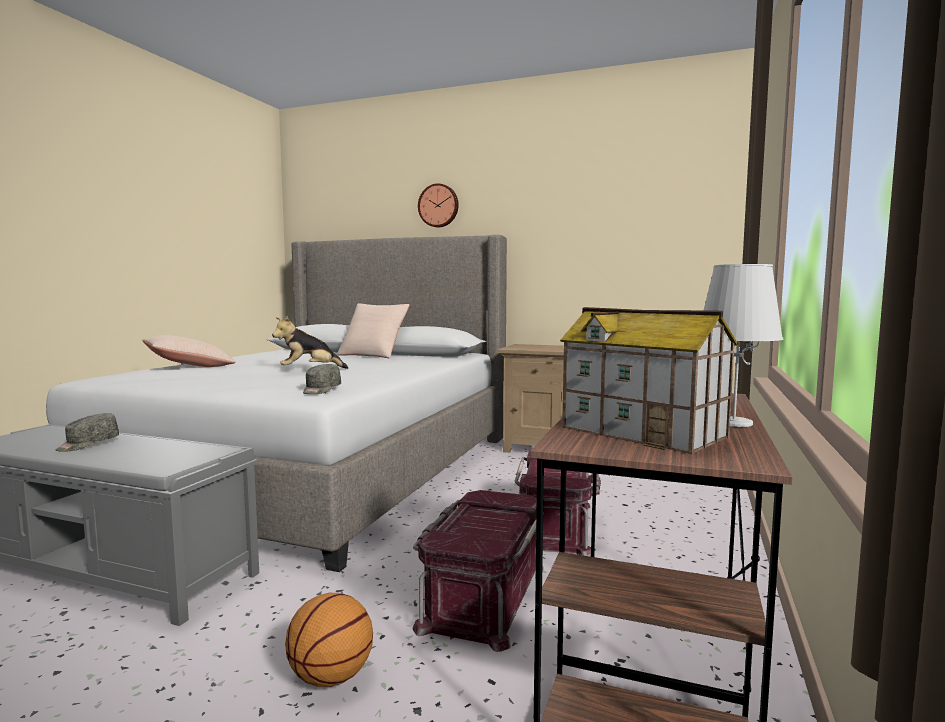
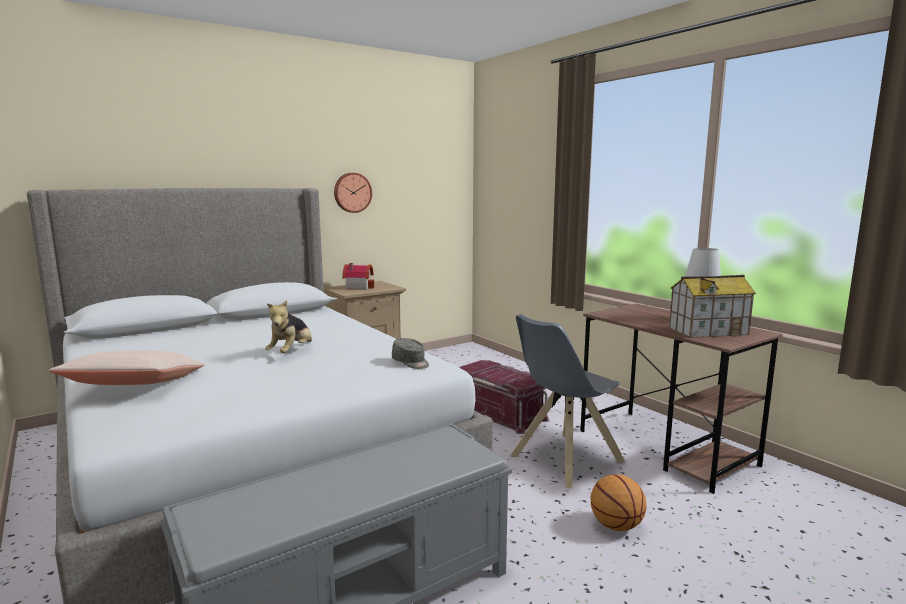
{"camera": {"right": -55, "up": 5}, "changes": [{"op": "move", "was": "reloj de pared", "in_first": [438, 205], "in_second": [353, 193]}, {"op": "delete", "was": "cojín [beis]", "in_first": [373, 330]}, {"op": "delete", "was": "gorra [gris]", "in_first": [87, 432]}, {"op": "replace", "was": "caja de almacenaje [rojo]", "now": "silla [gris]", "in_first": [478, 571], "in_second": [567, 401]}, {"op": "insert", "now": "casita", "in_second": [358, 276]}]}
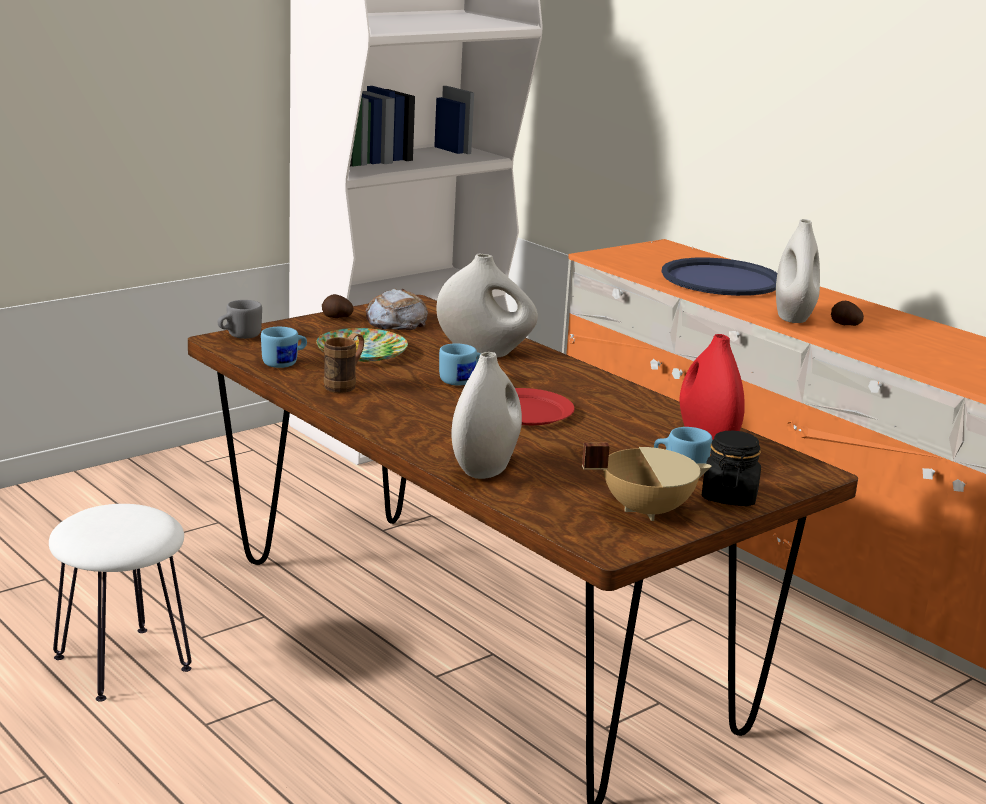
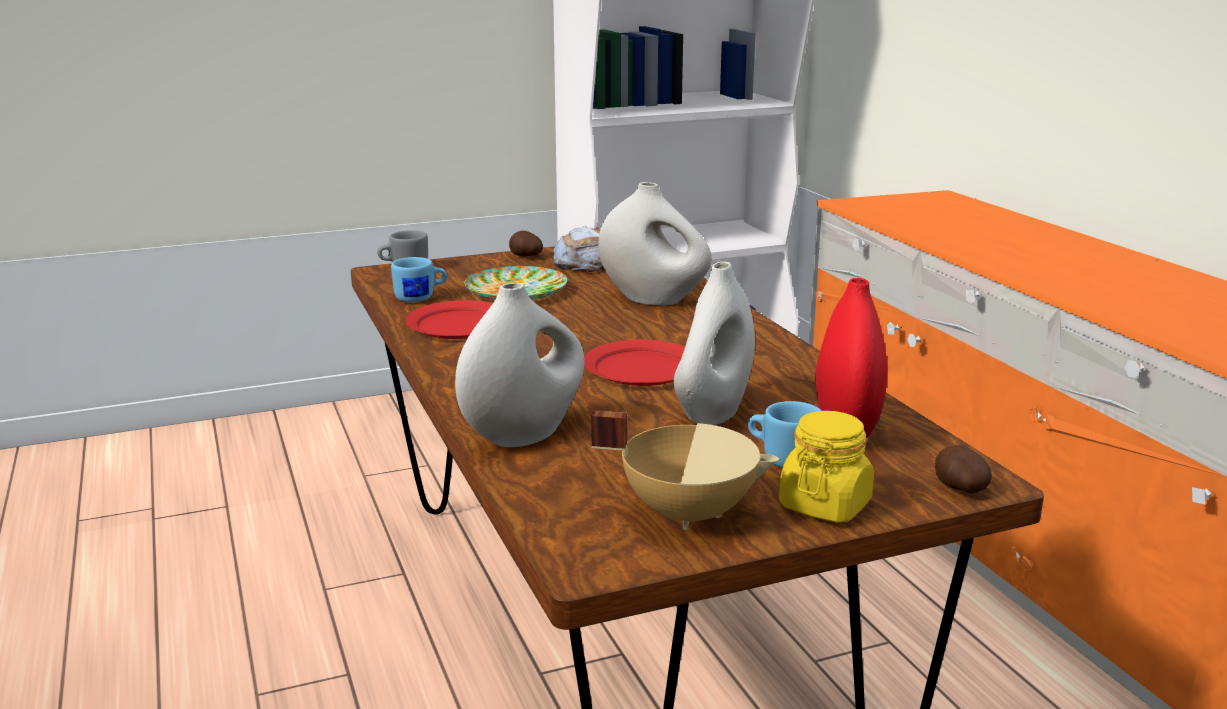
{"camera": {"right": 20, "up": 0}, "changes": [{"op": "move", "was": "florero [blanco]", "in_first": [798, 271], "in_second": [714, 343]}, {"op": "delete", "was": "bandeja [azul]", "in_first": [719, 277]}, {"op": "move", "was": "patata", "in_first": [847, 313], "in_second": [963, 469]}, {"op": "replace", "was": "taza grande [marrón]", "now": "plato [rojo]", "in_first": [344, 363], "in_second": [449, 319]}, {"op": "delete", "was": "taza grande [azul]", "in_first": [459, 364]}, {"op": "recolor", "was": "tarro [negro]", "now": "tarro [amarillo]", "in_first": [731, 468], "in_second": [826, 467]}, {"op": "delete", "was": "taburete [blanco]", "in_first": [120, 603]}]}
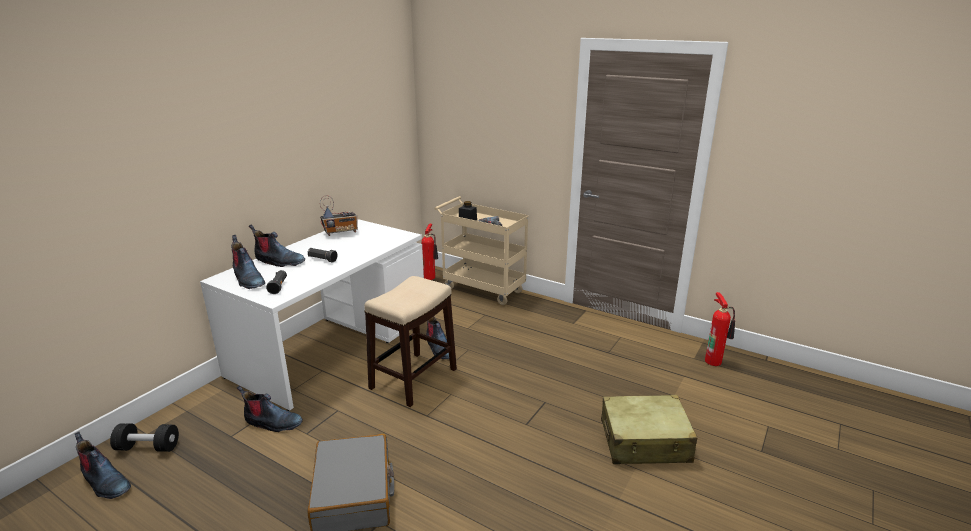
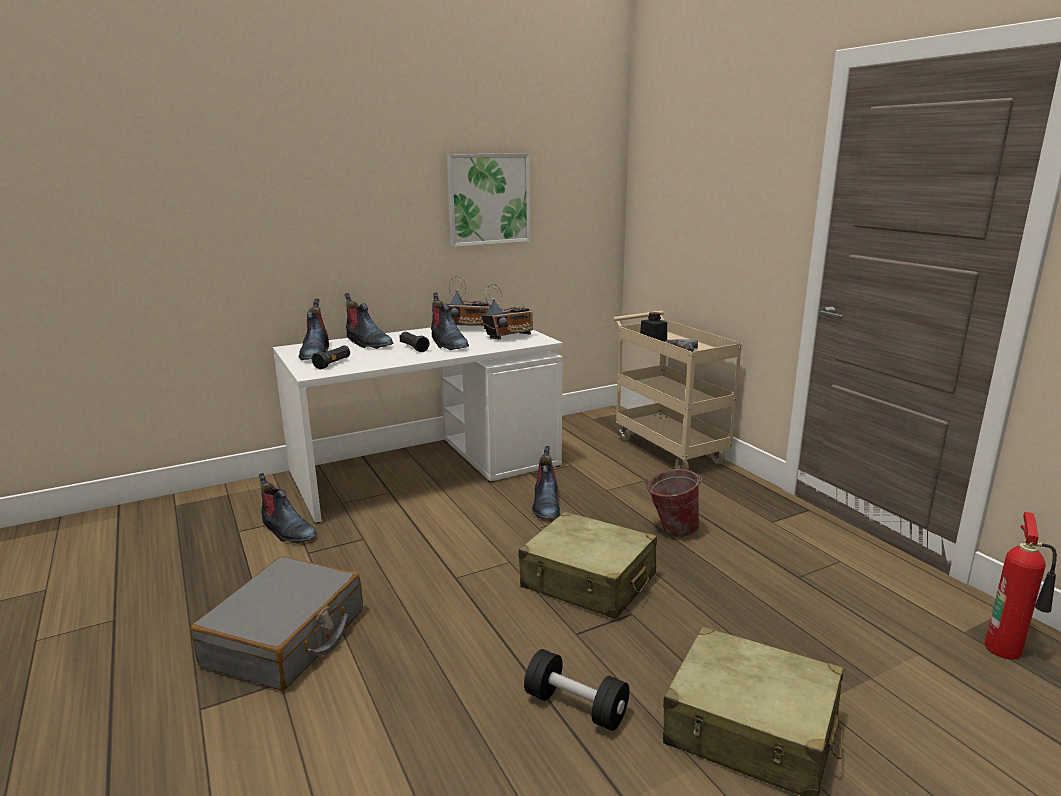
{"camera": {"right": 30, "up": -5}, "changes": [{"op": "delete", "was": "extintor", "in_first": [429, 252]}, {"op": "delete", "was": "taburete", "in_first": [410, 341]}, {"op": "move", "was": "mancuerna [negro]", "in_first": [144, 437], "in_second": [577, 690]}, {"op": "move", "was": "bota", "in_first": [103, 465], "in_second": [450, 321]}, {"op": "insert", "now": "cuadro", "in_second": [488, 200]}, {"op": "insert", "now": "radio", "in_second": [507, 312]}, {"op": "insert", "now": "cubo", "in_second": [673, 503]}, {"op": "insert", "now": "maleta [beis]", "in_second": [587, 565]}]}
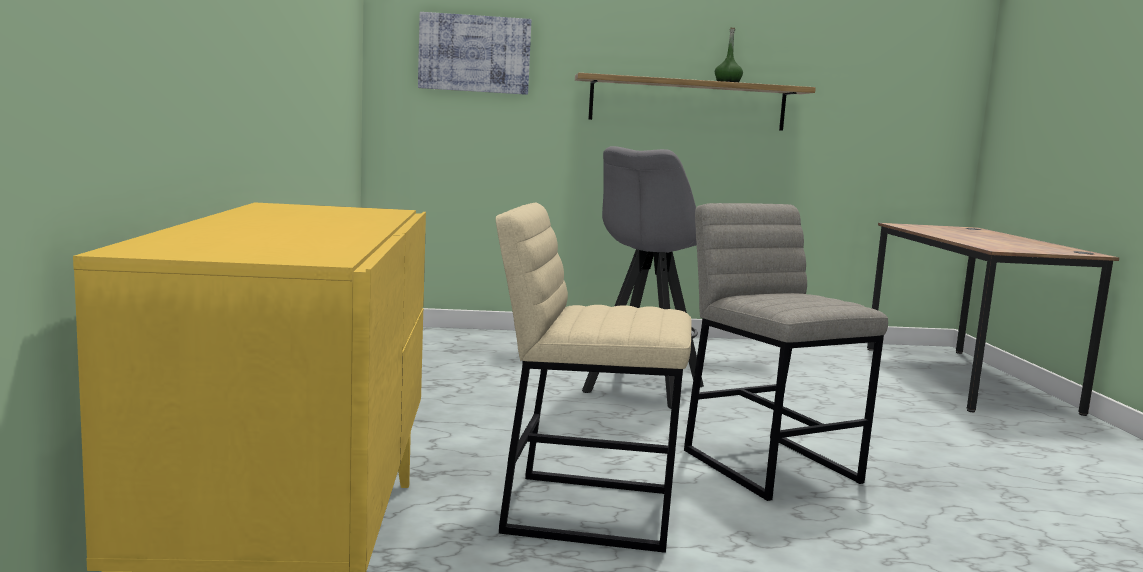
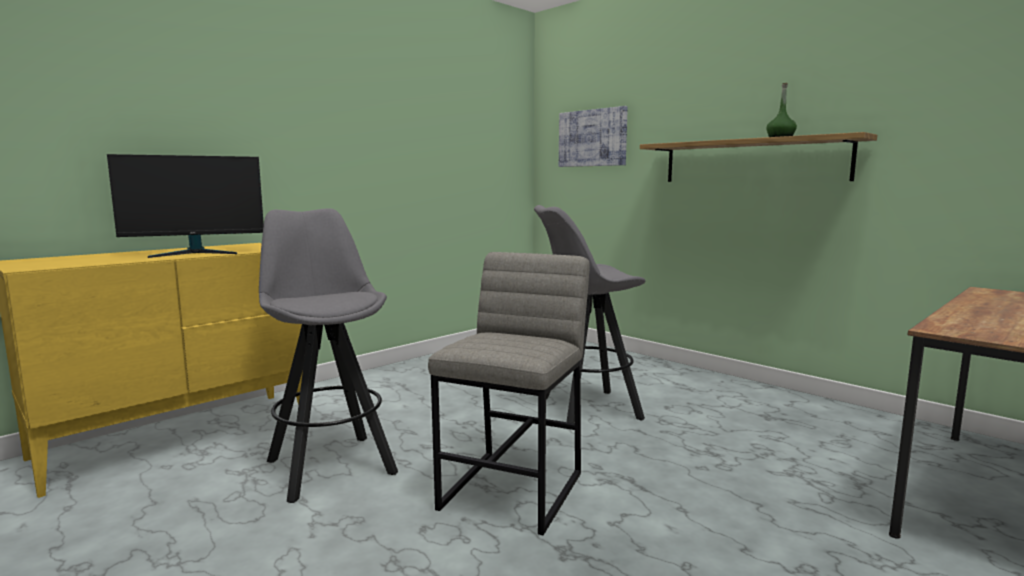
{"camera": {"right": 50, "up": 0}, "changes": [{"op": "replace", "was": "silla [beis]", "now": "taburete [gris]", "in_first": [593, 377], "in_second": [328, 355]}, {"op": "insert", "now": "monitor", "in_second": [185, 206]}]}
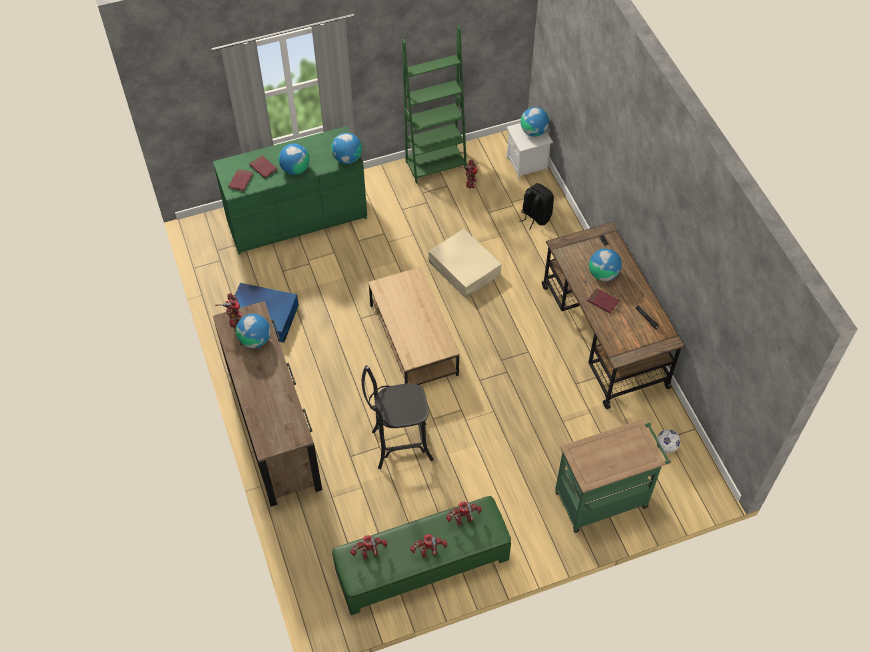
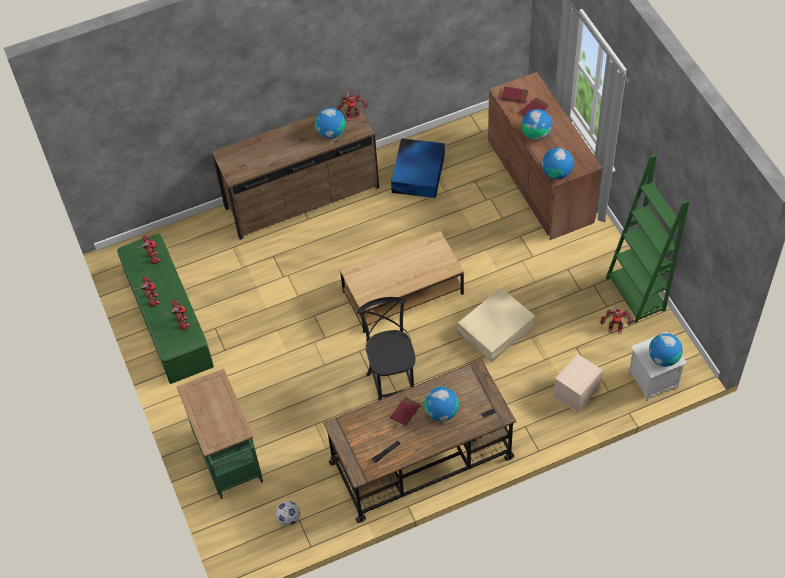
{"camera": {"right": 90, "up": 0}, "changes": [{"op": "recolor", "was": "cómoda [verde]", "now": "cómoda [marrón]", "in_first": [290, 190], "in_second": [545, 156]}, {"op": "replace", "was": "mochila [negro]", "now": "caja de almacenaje [beis]", "in_first": [536, 206], "in_second": [578, 383]}, {"op": "move", "was": "taburete [negro]", "in_first": [398, 417], "in_second": [386, 348]}]}
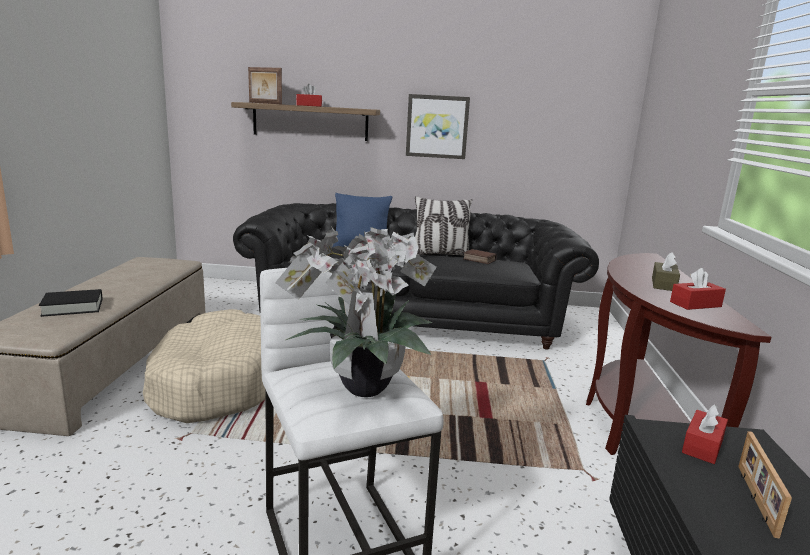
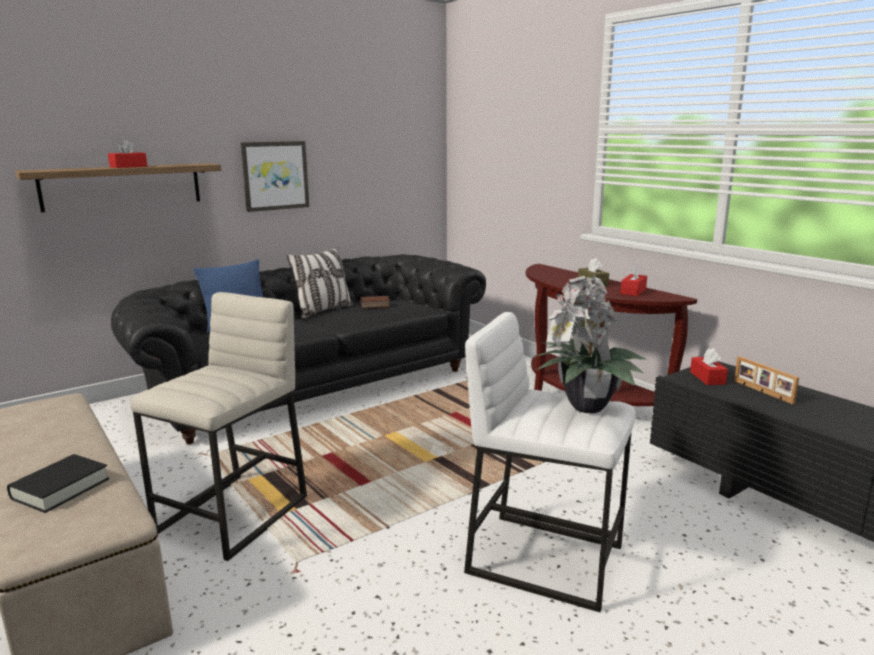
{"camera": {"right": -40, "up": 0}, "changes": [{"op": "delete", "was": "portarretratos", "in_first": [265, 85]}, {"op": "replace", "was": "cama para perro [beis]", "now": "taburete [beis]", "in_first": [204, 366], "in_second": [219, 426]}]}
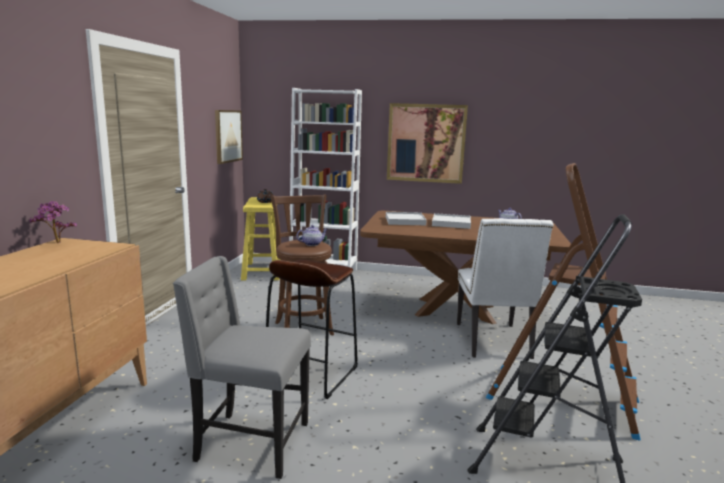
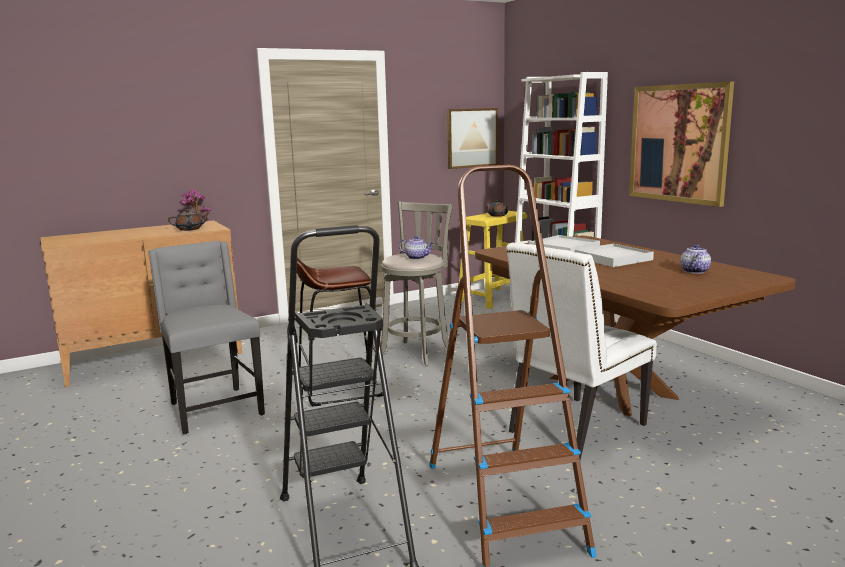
{"camera": {"right": 50, "up": 0}, "changes": [{"op": "recolor", "was": "taburete [marrón]", "now": "taburete [gris]", "in_first": [302, 264], "in_second": [417, 283]}, {"op": "insert", "now": "tetera [marrón]", "in_second": [189, 220]}]}
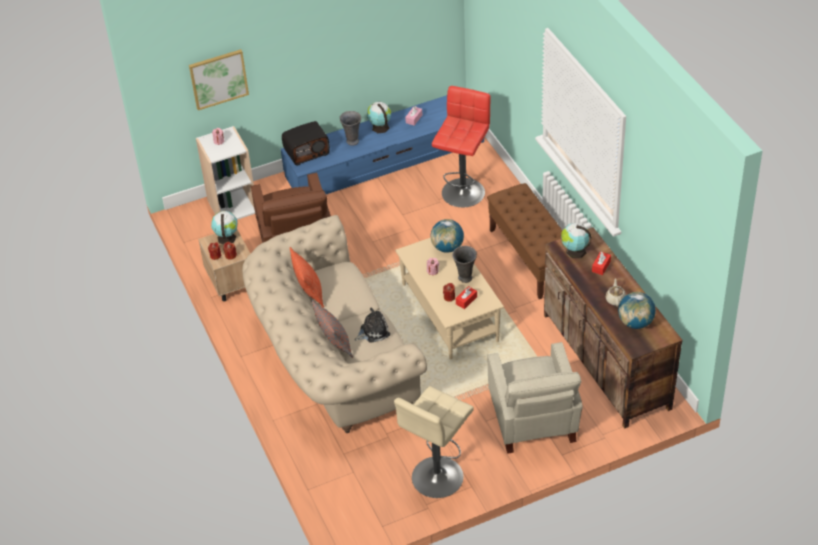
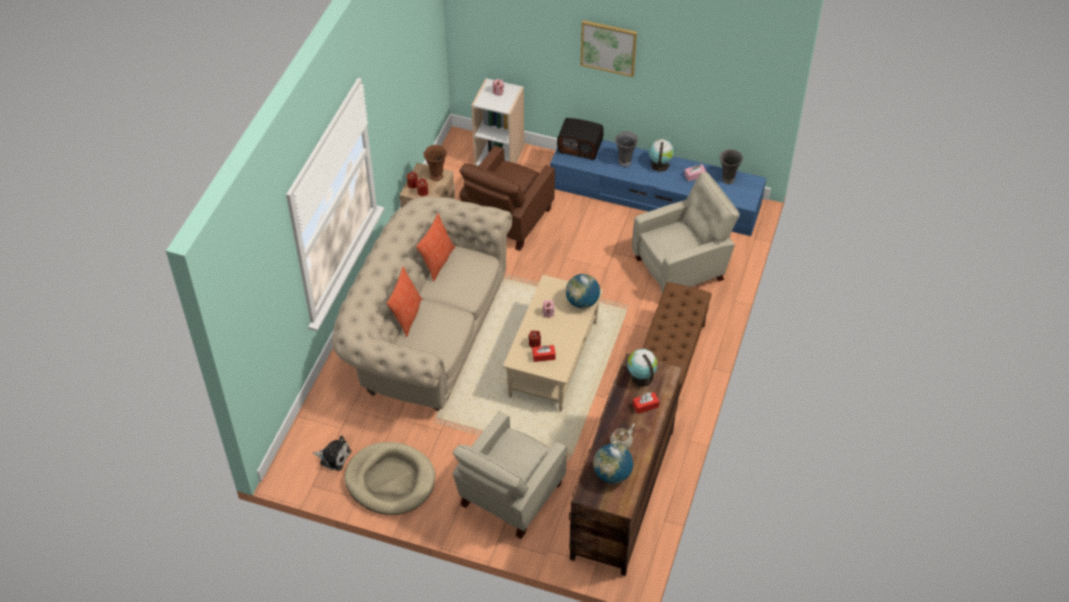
{"camera": {"right": 40, "up": 5}, "changes": [{"op": "move", "was": "cuadro", "in_first": [219, 79], "in_second": [608, 48]}, {"op": "replace", "was": "taburete [rojo]", "now": "sillón [beis]", "in_first": [461, 146], "in_second": [686, 233]}, {"op": "replace", "was": "globo terráqueo", "now": "florero [marrón]", "in_first": [224, 228], "in_second": [435, 163]}, {"op": "move", "was": "florero [gris]", "in_first": [464, 264], "in_second": [731, 166]}, {"op": "recolor", "was": "cojín [gris]", "now": "cojín [naranja]", "in_first": [332, 329], "in_second": [404, 301]}, {"op": "move", "was": "peluche", "in_first": [372, 325], "in_second": [332, 453]}, {"op": "replace", "was": "taburete [beis]", "now": "cama para perro [beis]", "in_first": [434, 442], "in_second": [389, 478]}]}
